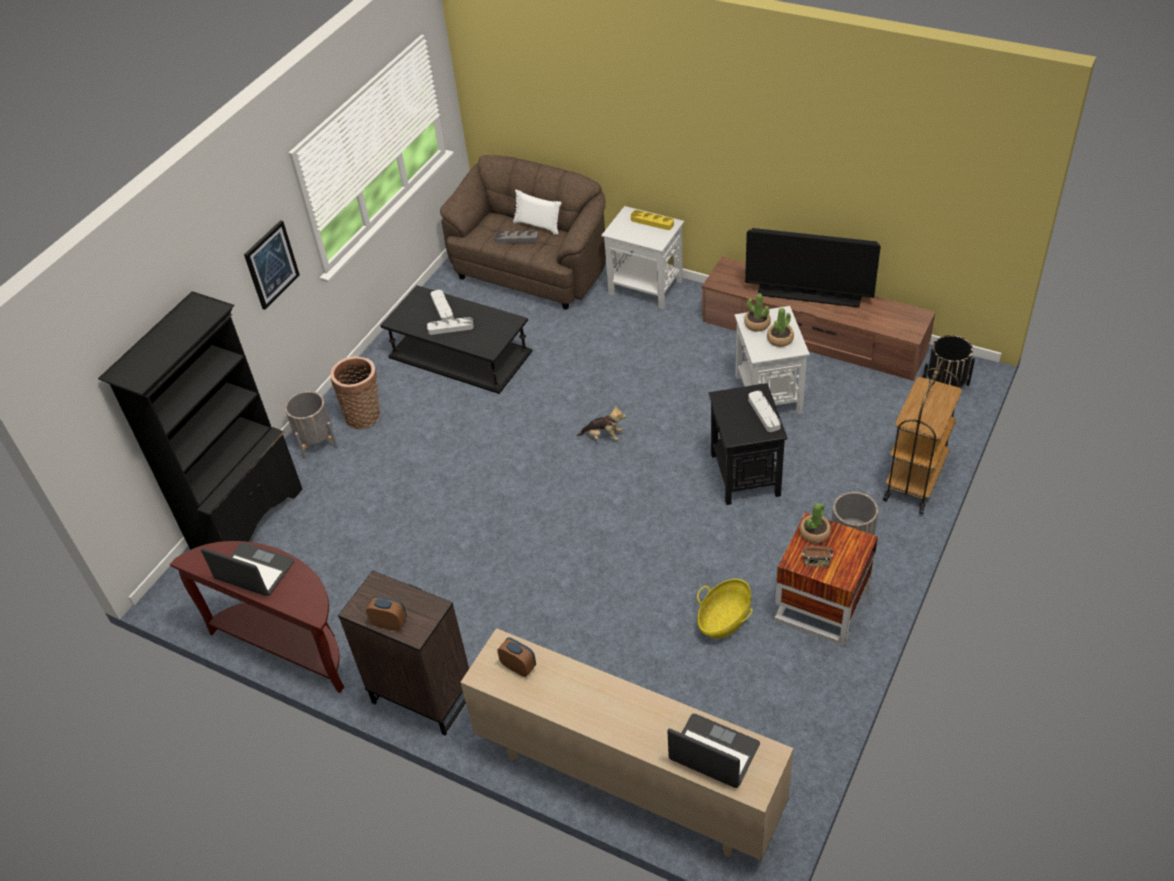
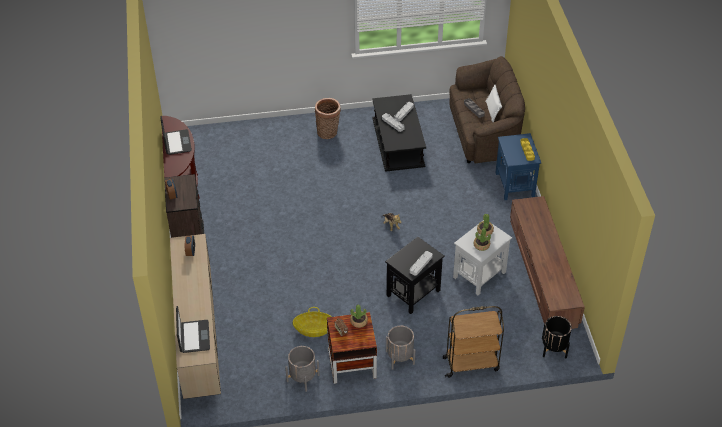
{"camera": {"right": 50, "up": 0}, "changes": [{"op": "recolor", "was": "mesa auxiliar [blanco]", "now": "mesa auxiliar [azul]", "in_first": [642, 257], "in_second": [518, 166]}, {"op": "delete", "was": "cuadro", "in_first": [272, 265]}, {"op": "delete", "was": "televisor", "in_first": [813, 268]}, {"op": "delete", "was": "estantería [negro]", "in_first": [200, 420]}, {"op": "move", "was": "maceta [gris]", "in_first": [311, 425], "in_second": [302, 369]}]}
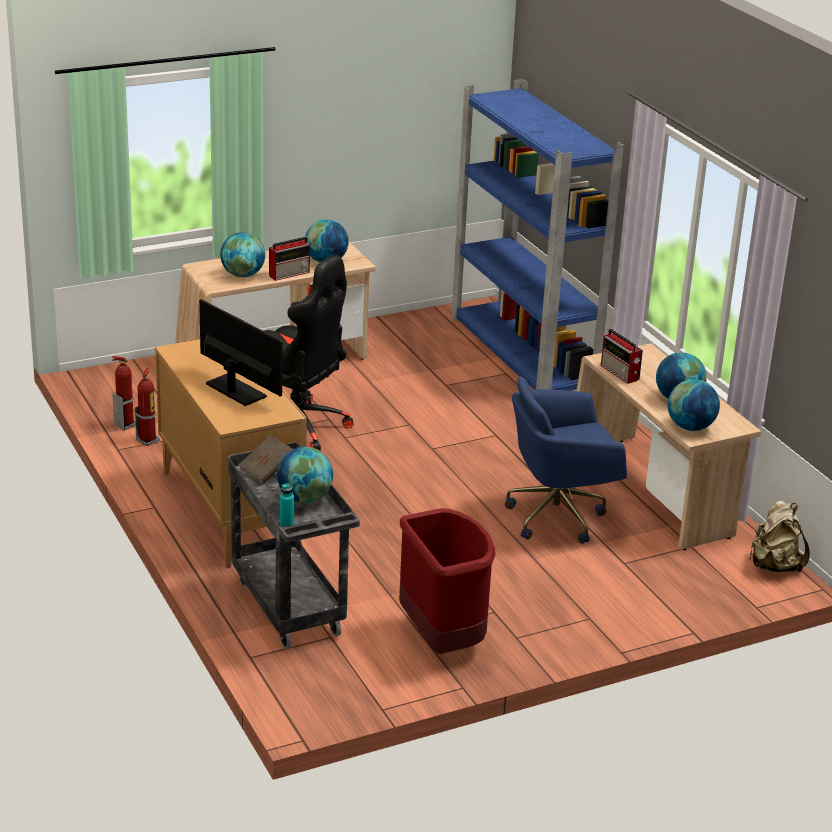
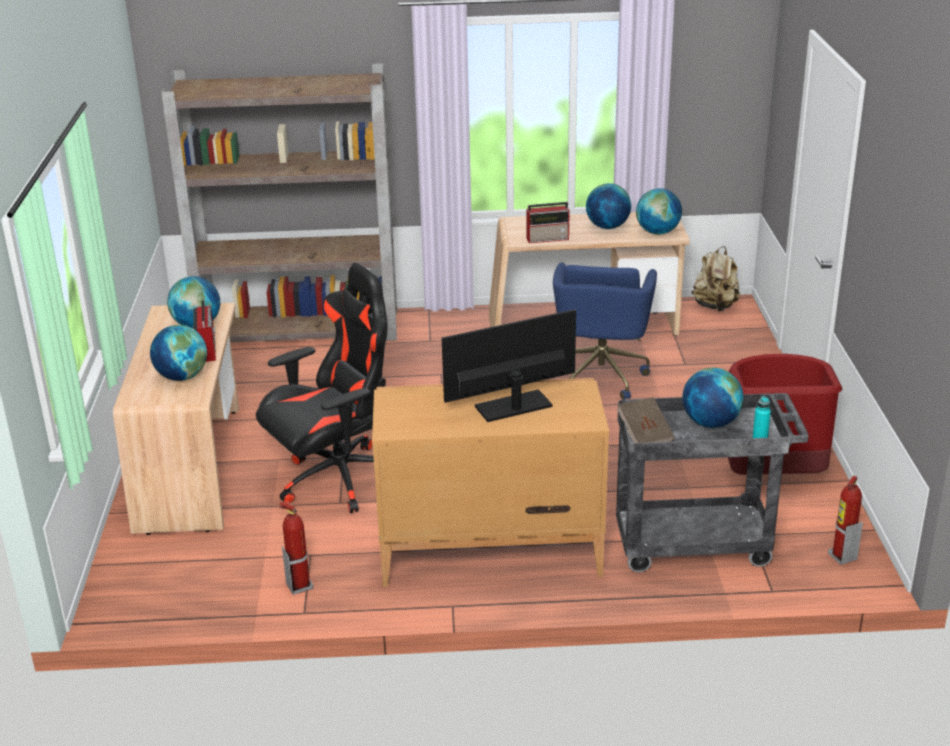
{"camera": {"right": -65, "up": 0}, "changes": [{"op": "recolor", "was": "estantería [azul]", "now": "estantería [marrón]", "in_first": [537, 235], "in_second": [279, 202]}, {"op": "move", "was": "extintor", "in_first": [123, 393], "in_second": [845, 520]}]}
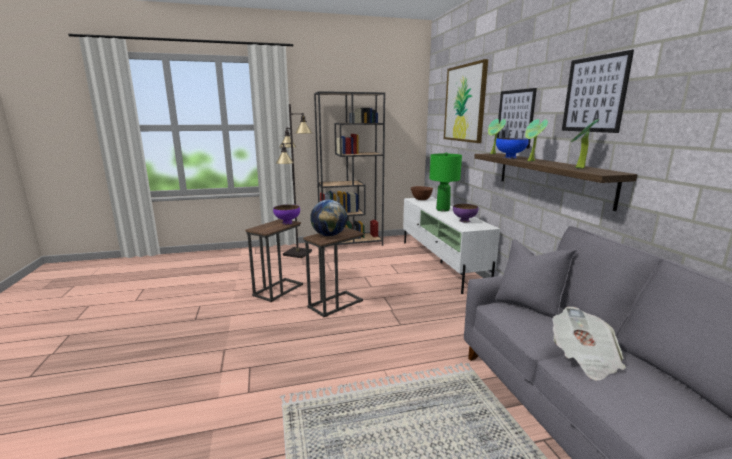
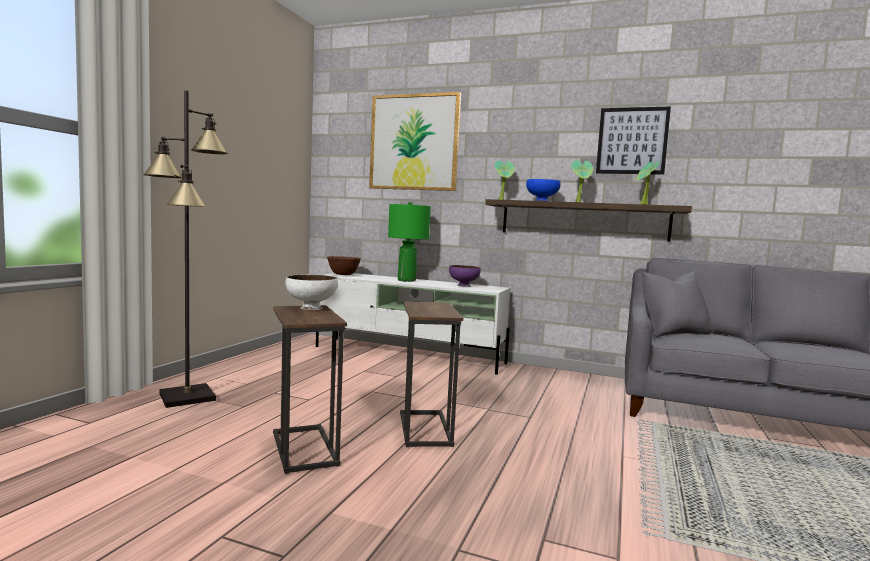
{"camera": {"right": -55, "up": -10}, "changes": [{"op": "delete", "was": "cuadro", "in_first": [517, 118]}, {"op": "delete", "was": "estantería", "in_first": [349, 171]}, {"op": "delete", "was": "globo terráqueo", "in_first": [328, 218]}, {"op": "recolor", "was": "cuenco [morado]", "now": "cuenco [blanco]", "in_first": [286, 214], "in_second": [311, 292]}, {"op": "delete", "was": "periódico", "in_first": [589, 344]}]}
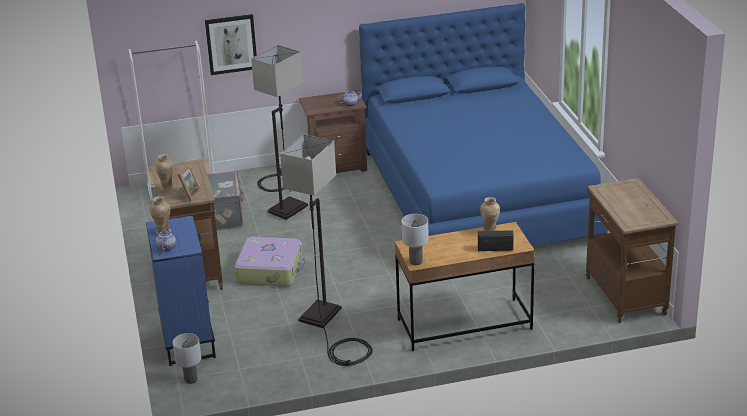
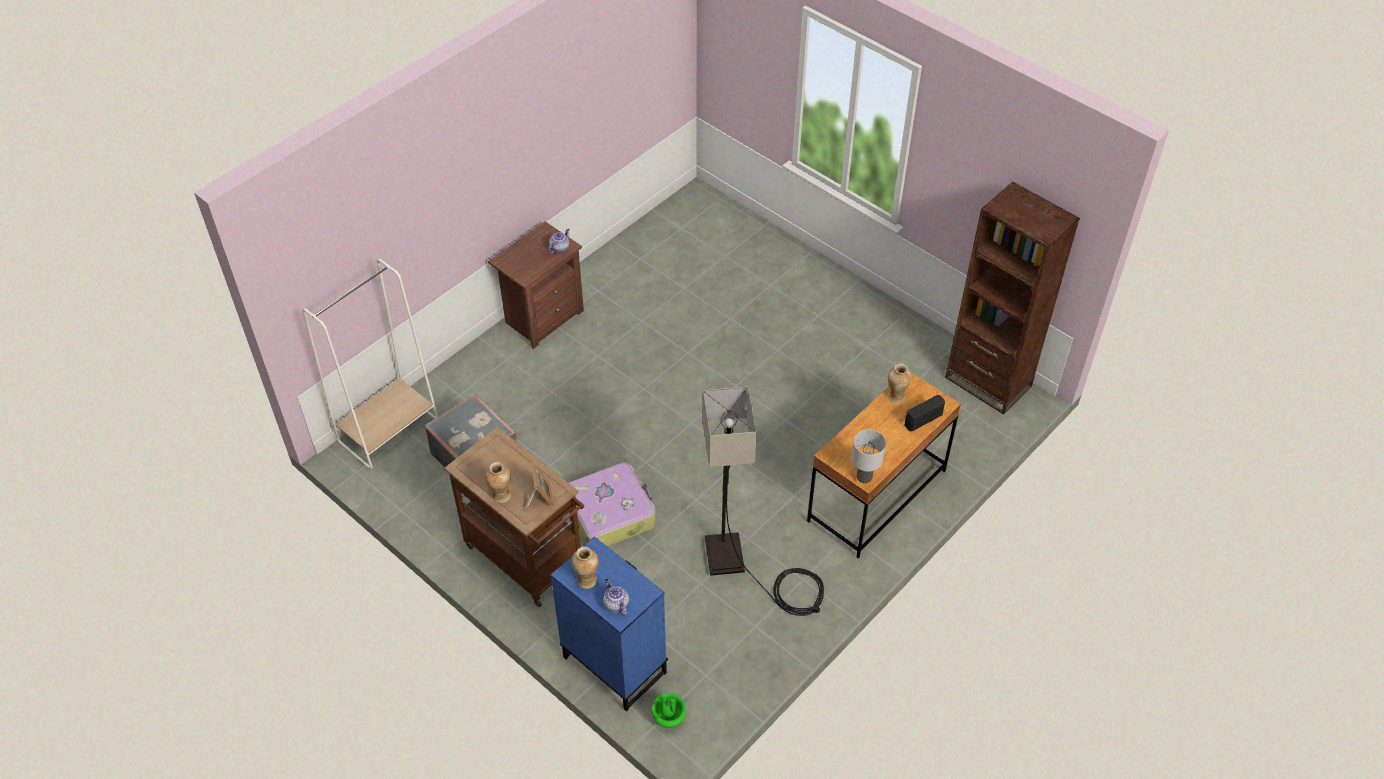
{"camera": {"right": -35, "up": 20}, "changes": [{"op": "delete", "was": "cama [azul]", "in_first": [483, 124]}, {"op": "delete", "was": "cuadro", "in_first": [231, 44]}, {"op": "delete", "was": "lámpara de pie", "in_first": [279, 132]}, {"op": "replace", "was": "carrito [marrón]", "now": "estantería [marrón]", "in_first": [632, 250], "in_second": [1012, 298]}, {"op": "replace", "was": "lámpara de mesa [blanco]", "now": "florero [verde]", "in_first": [187, 358], "in_second": [669, 710]}]}
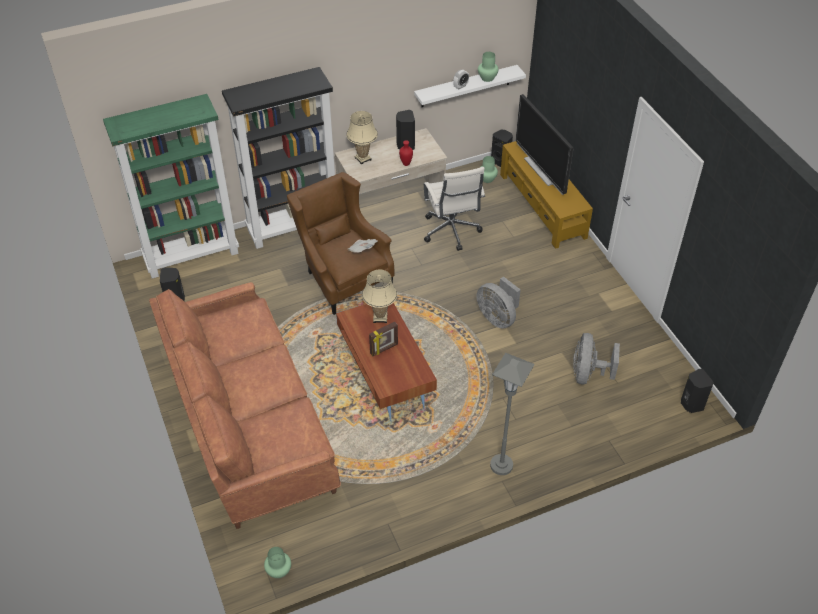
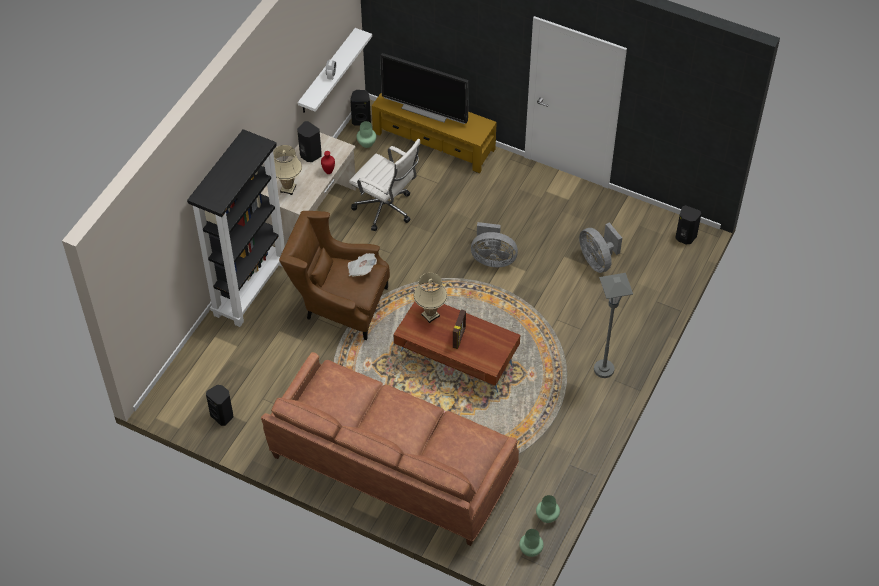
{"camera": {"right": -40, "up": 5}, "changes": [{"op": "move", "was": "florero [verde]", "in_first": [488, 67], "in_second": [548, 509]}, {"op": "delete", "was": "estantería [verde]", "in_first": [171, 186]}]}
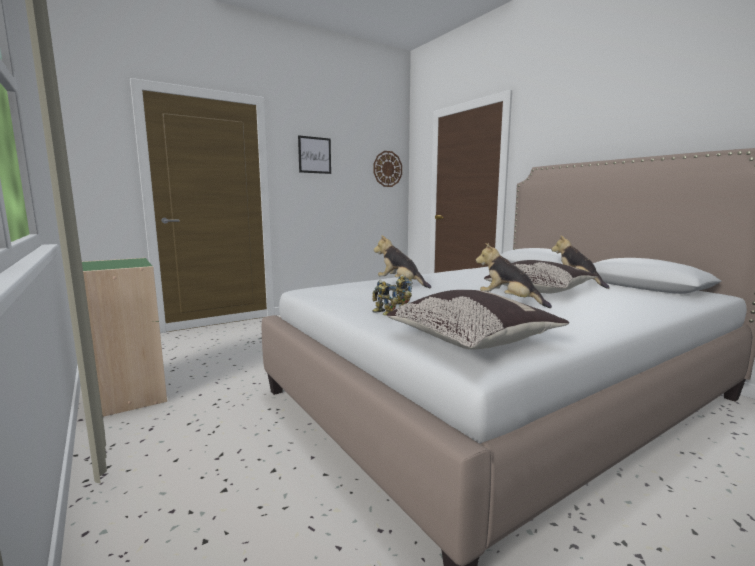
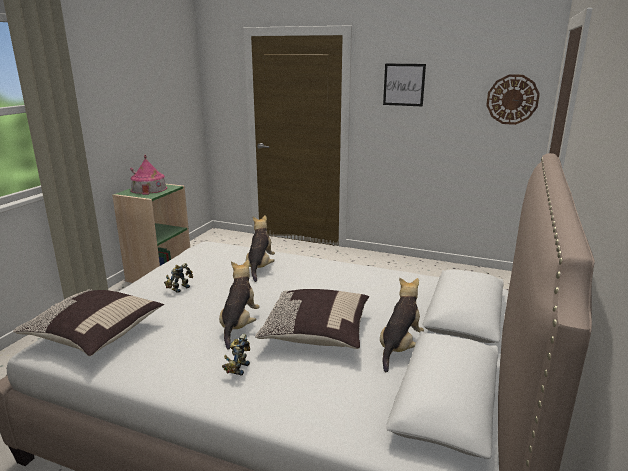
{"camera": {"right": 55, "up": 10}, "changes": [{"op": "move", "was": "robot de juguete", "in_first": [385, 298], "in_second": [236, 354]}, {"op": "insert", "now": "casita", "in_second": [148, 175]}]}
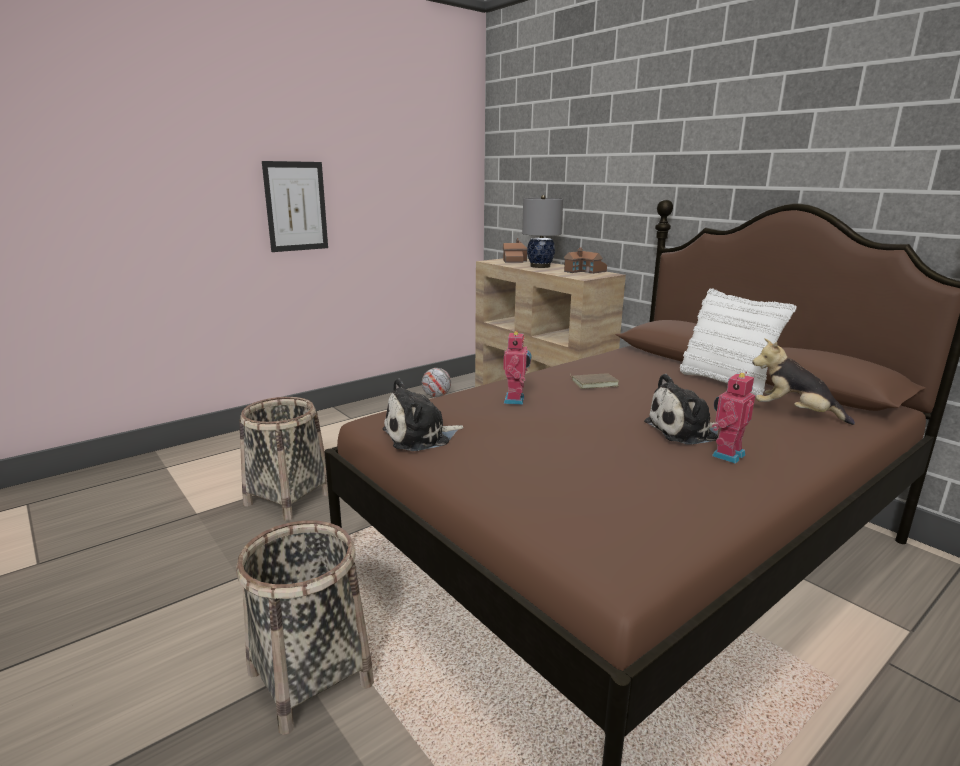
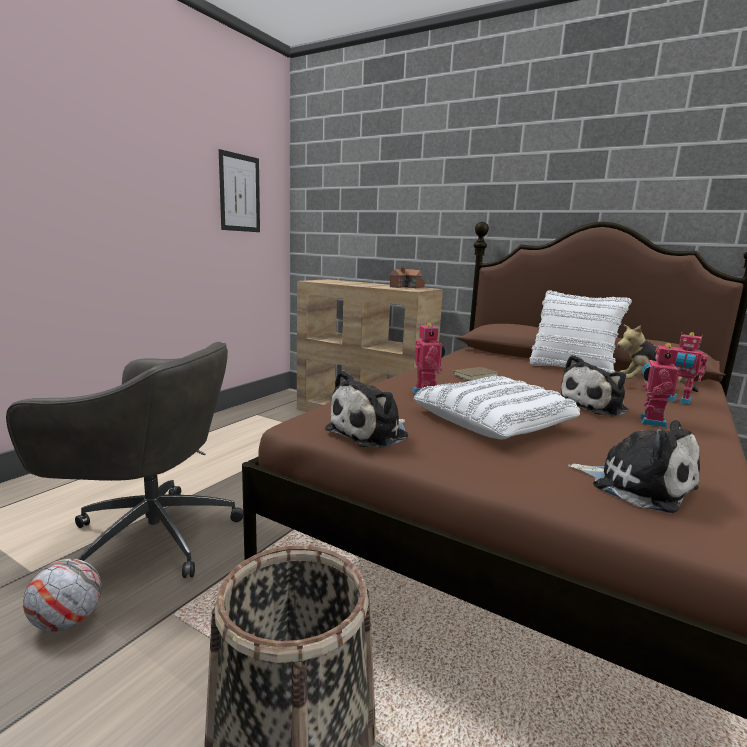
{"camera": {"right": -20, "up": -5}, "changes": [{"op": "move", "was": "cuadro", "in_first": [295, 206], "in_second": [239, 190]}, {"op": "delete", "was": "lámpara de mesa [gris]", "in_first": [542, 231]}, {"op": "delete", "was": "casita", "in_first": [515, 250]}, {"op": "move", "was": "balón de fútbol", "in_first": [436, 382], "in_second": [62, 595]}, {"op": "replace", "was": "cesta", "now": "silla de oficina [gris]", "in_first": [283, 459], "in_second": [124, 460]}, {"op": "insert", "now": "robot de juguete", "in_second": [688, 368]}, {"op": "insert", "now": "cojín [blanco]", "in_second": [497, 407]}, {"op": "insert", "now": "peluche", "in_second": [634, 466]}]}
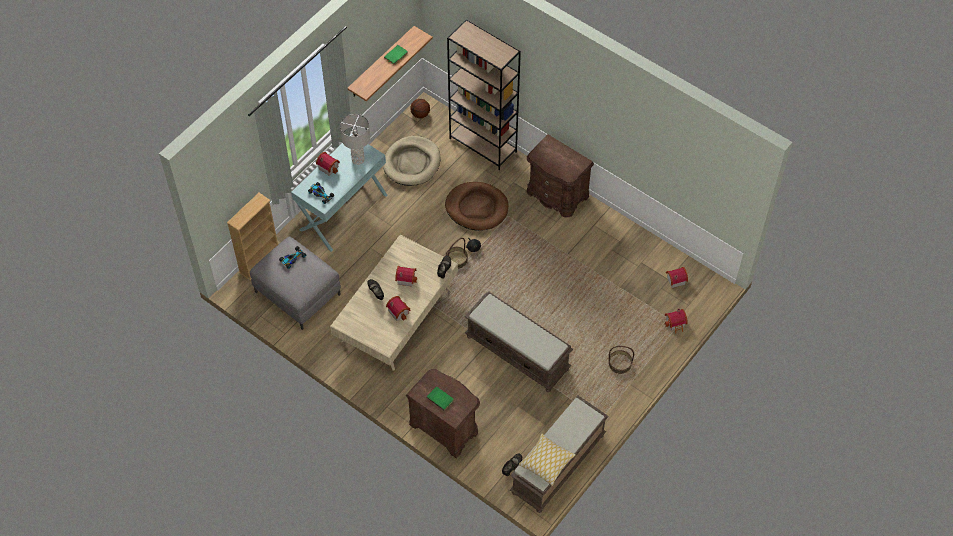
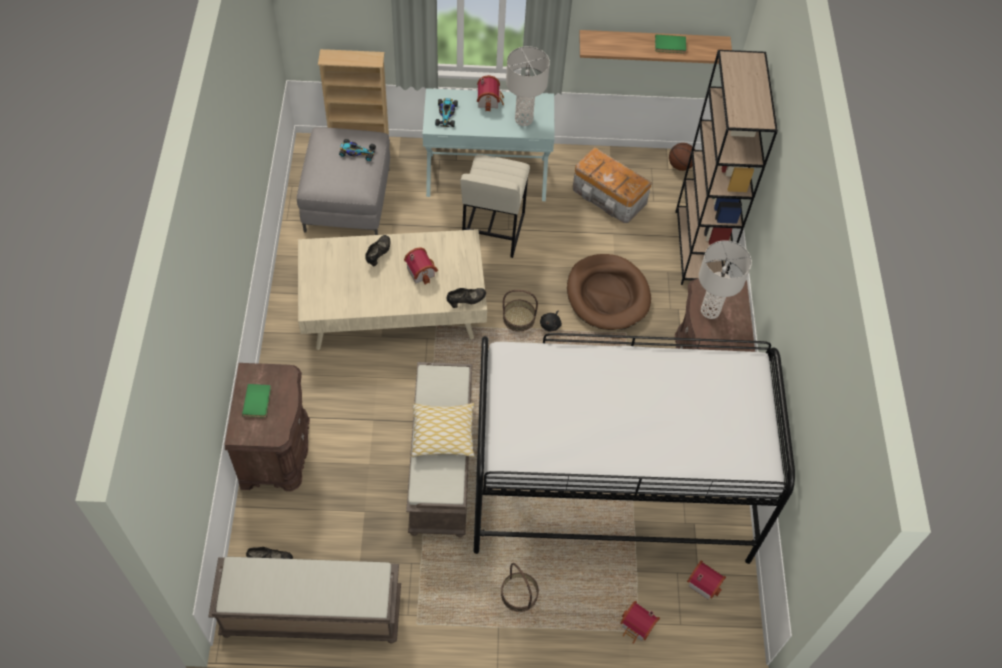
{"camera": {"right": 50, "up": 0}, "changes": [{"op": "replace", "was": "cama para perro [beis]", "now": "caja de almacenaje", "in_first": [411, 161], "in_second": [612, 185]}, {"op": "delete", "was": "casita", "in_first": [398, 308]}, {"op": "move", "was": "cojín", "in_first": [547, 460], "in_second": [443, 430]}, {"op": "insert", "now": "silla [beis]", "in_second": [495, 206]}, {"op": "insert", "now": "lámpara de mesa [blanco]", "in_second": [725, 279]}, {"op": "insert", "now": "cama [negro]", "in_second": [634, 448]}]}
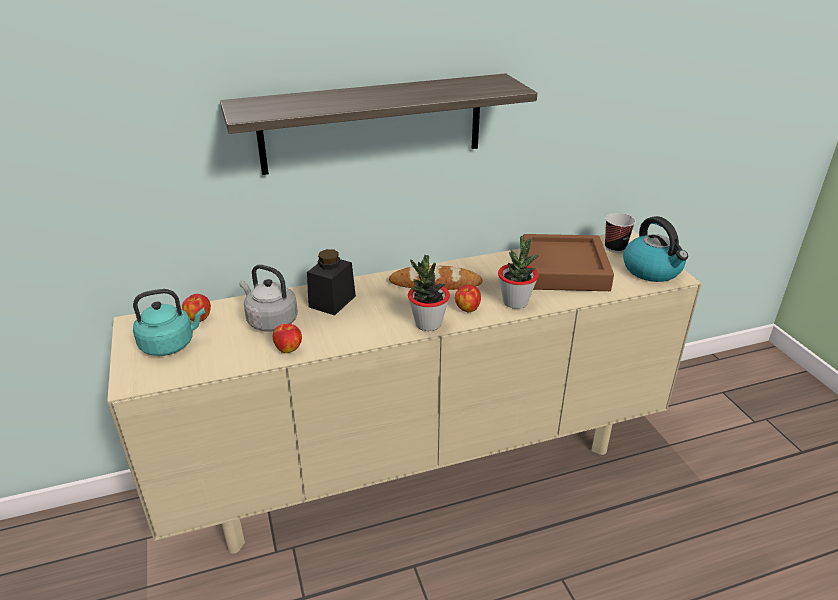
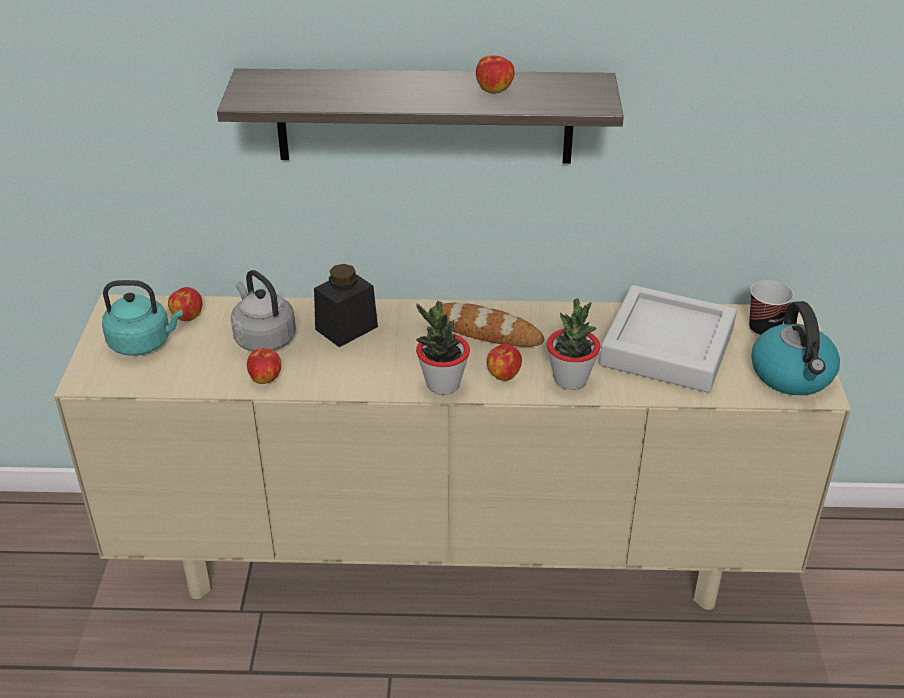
{"camera": {"right": 20, "up": 5}, "changes": [{"op": "recolor", "was": "bandeja [marrón]", "now": "bandeja [gris]", "in_first": [568, 262], "in_second": [668, 339]}, {"op": "insert", "now": "manzana", "in_second": [495, 74]}]}
